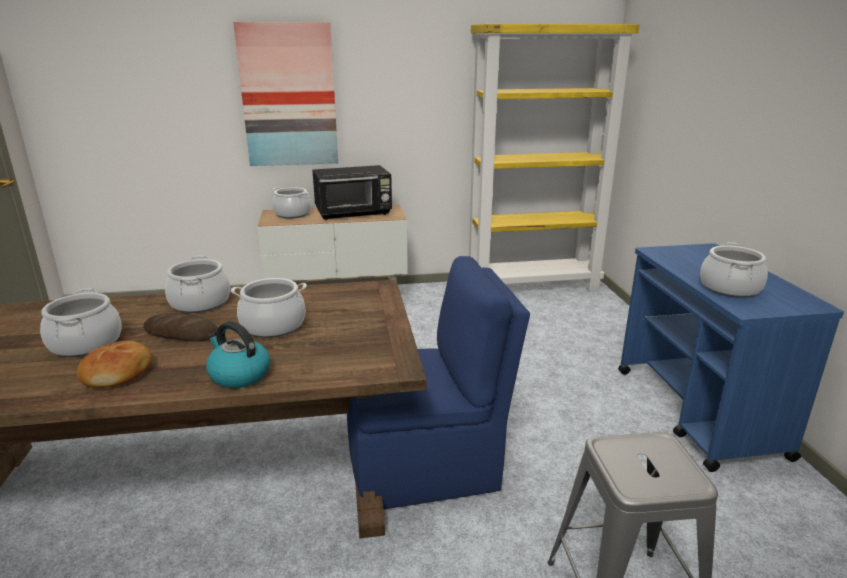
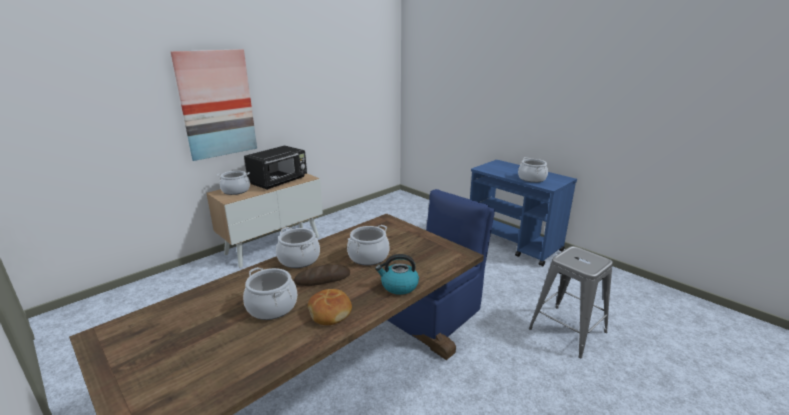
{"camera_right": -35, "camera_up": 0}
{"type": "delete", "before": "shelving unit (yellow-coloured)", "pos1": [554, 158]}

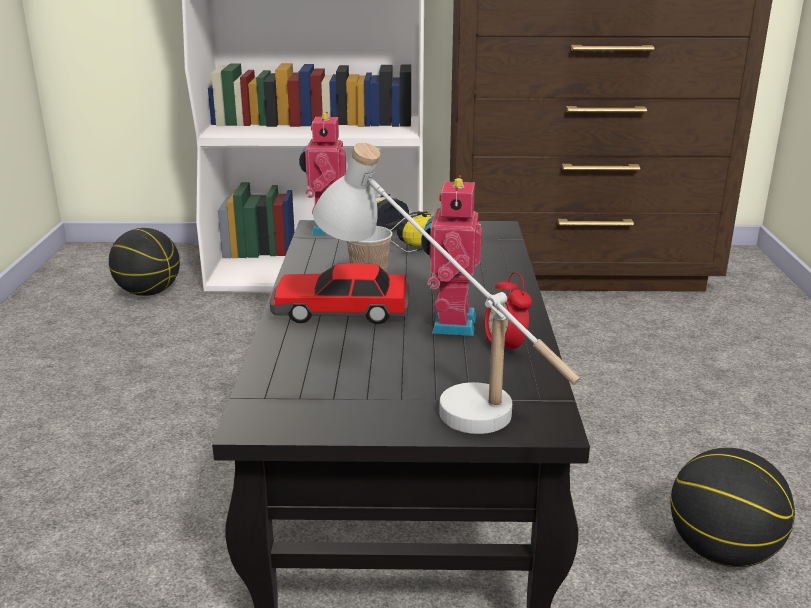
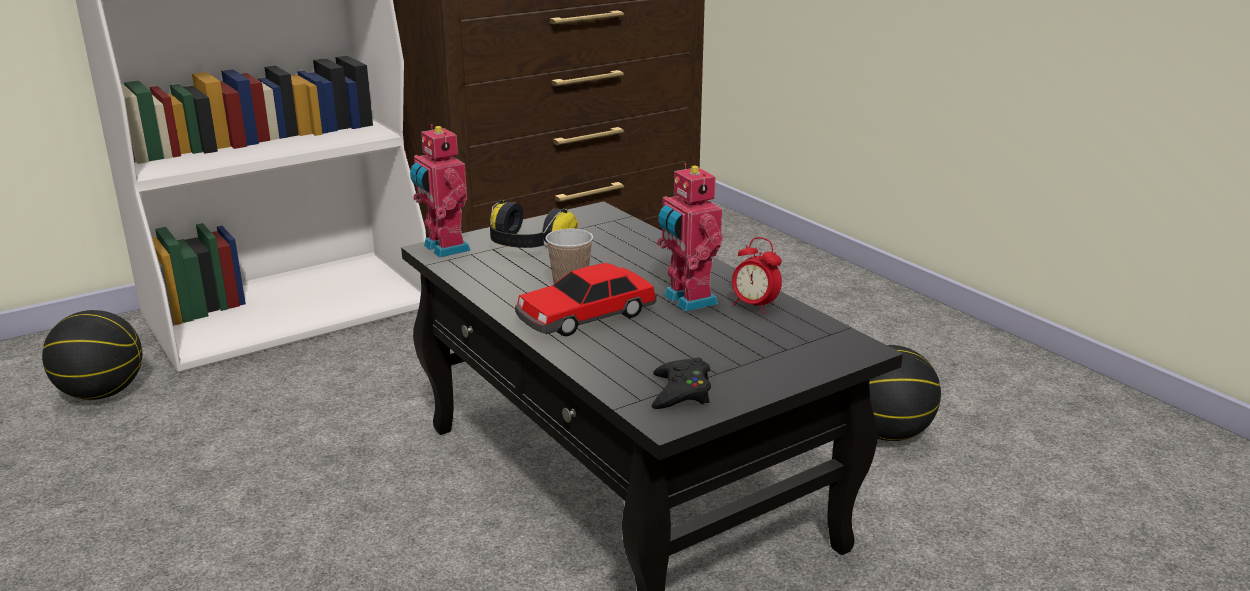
{"camera_right": -35, "camera_up": 0}
{"type": "delete", "before": "lamp for a table (white)", "pos1": [446, 288]}
{"type": "insert", "after": "game controller (black-coloured)", "pos2": [681, 383]}

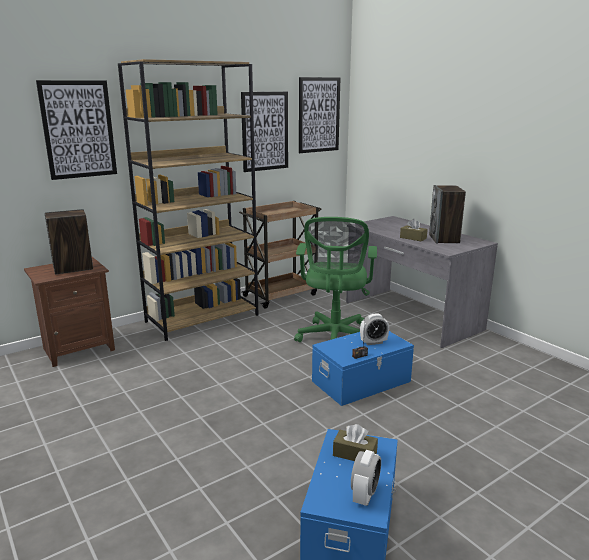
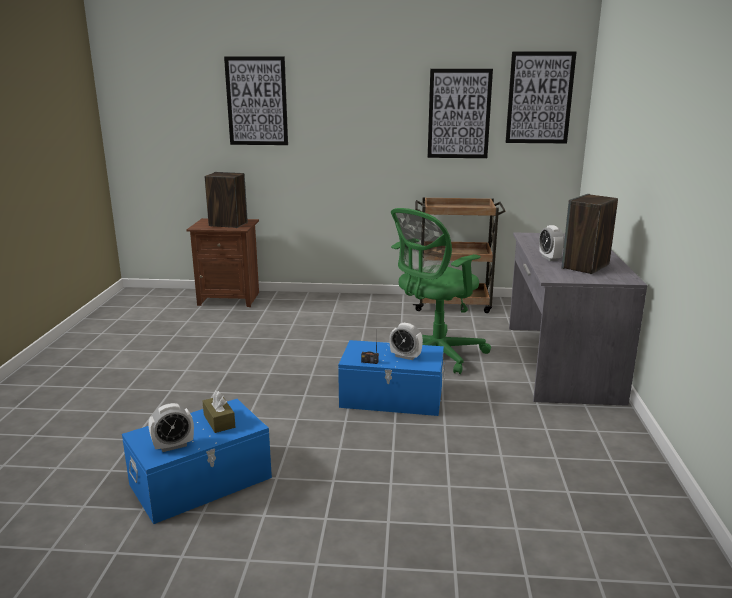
{"camera_right": 40, "camera_up": 0}
{"type": "delete", "before": "shelving unit (brown-coloured)", "pos1": [188, 200]}
{"type": "replace", "before": "box of tissues (brown-coloured)", "after": "alarm clock", "pos1": [414, 230], "pos2": [551, 243]}

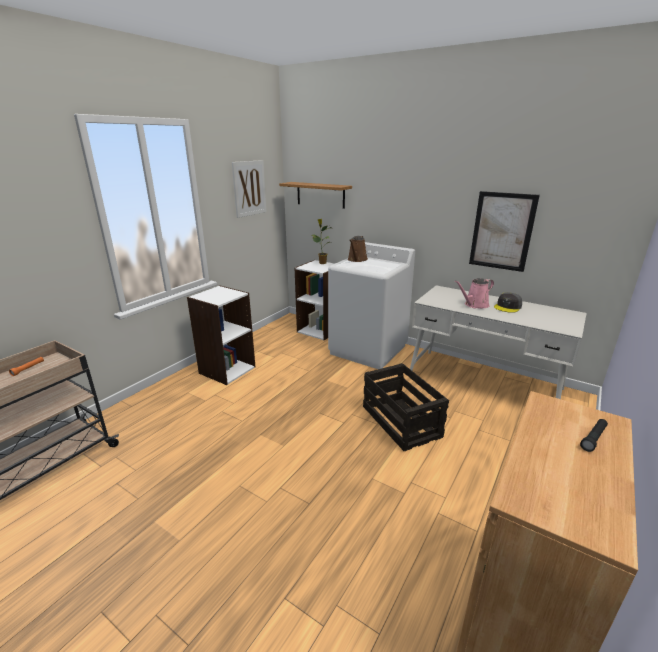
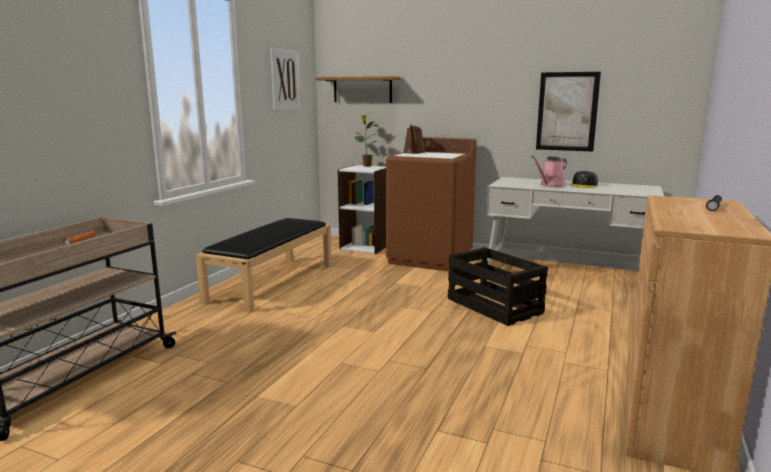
{"camera_right": -10, "camera_up": -10}
{"type": "replace", "before": "shelving unit (white)", "after": "indoor bench (black-coloured)", "pos1": [221, 335], "pos2": [264, 265]}
{"type": "recolor", "before": "washing machine (white)", "after": "washing machine (brown-coloured)", "pos1": [371, 305], "pos2": [431, 204]}

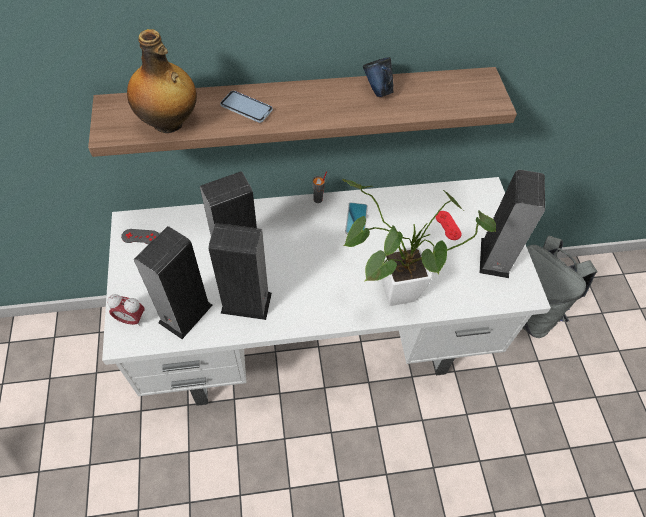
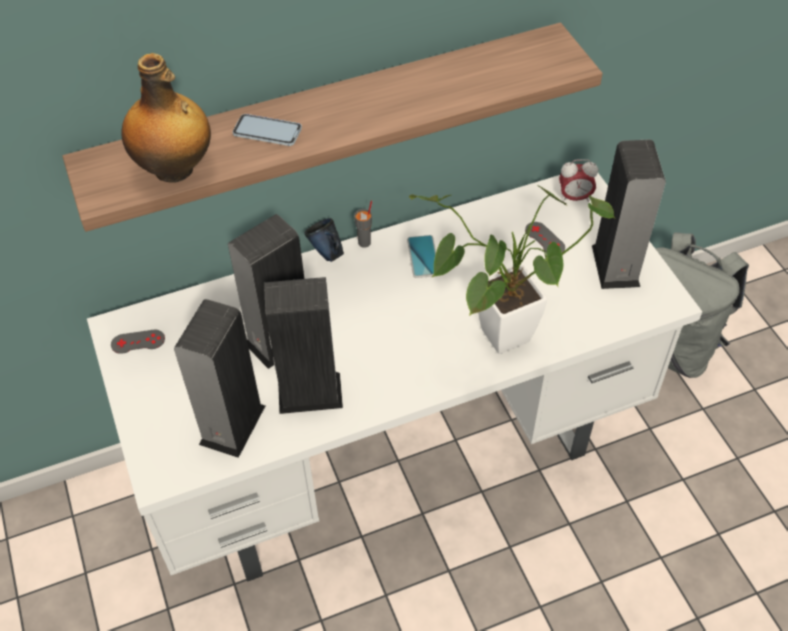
{"camera_right": -10, "camera_up": -5}
{"type": "move", "before": "alarm clock", "pos1": [126, 310], "pos2": [578, 180]}
{"type": "move", "before": "mug (blue-coloured)", "pos1": [378, 77], "pos2": [324, 240]}
{"type": "recolor", "before": "game controller (red)", "after": "game controller (grey)", "pos1": [449, 225], "pos2": [545, 237]}

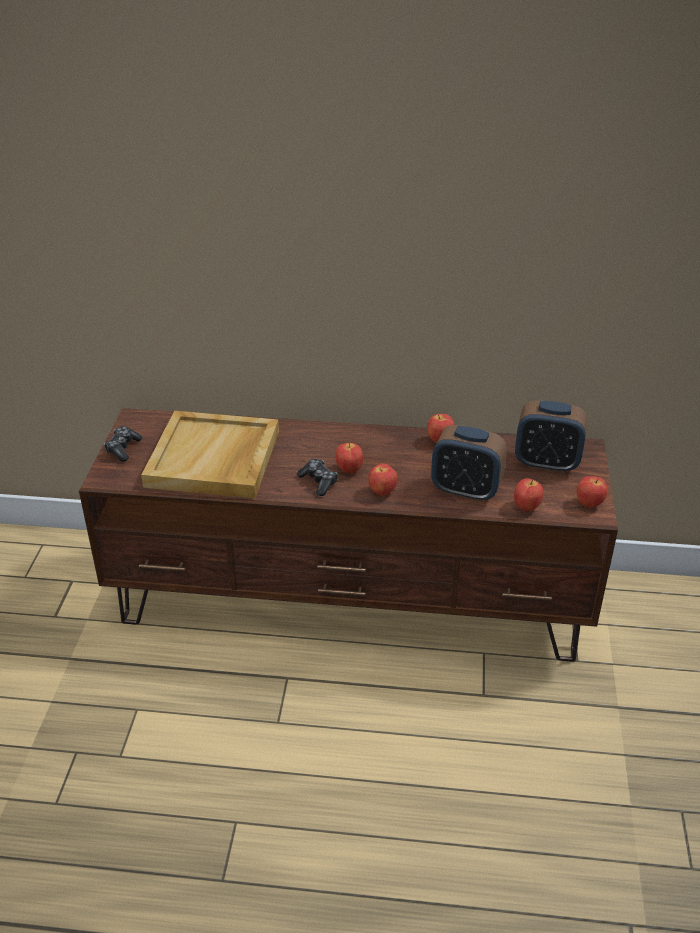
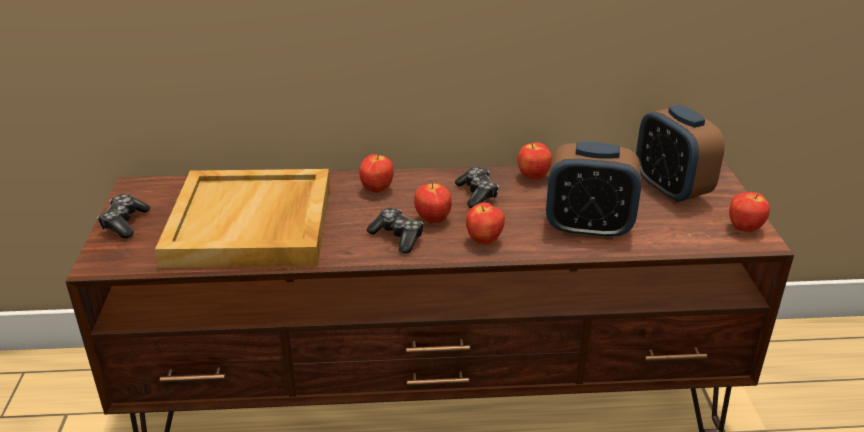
{"camera_right": -10, "camera_up": -5}
{"type": "move", "before": "whole apple", "pos1": [529, 494], "pos2": [377, 173]}
{"type": "rotate", "before": "alarm clock", "pos1": [551, 437], "pos2": [680, 154], "turn": 60}
{"type": "insert", "after": "game controller", "pos2": [477, 187]}

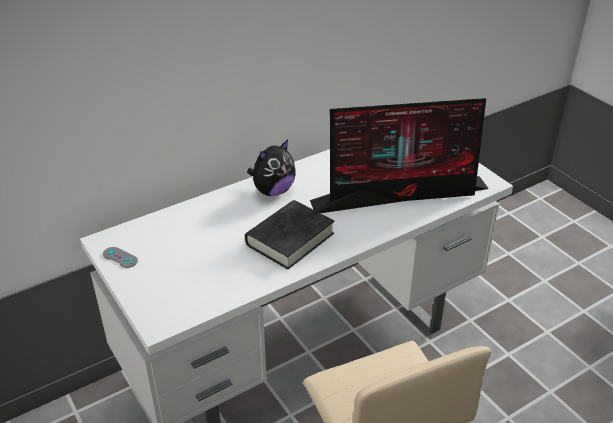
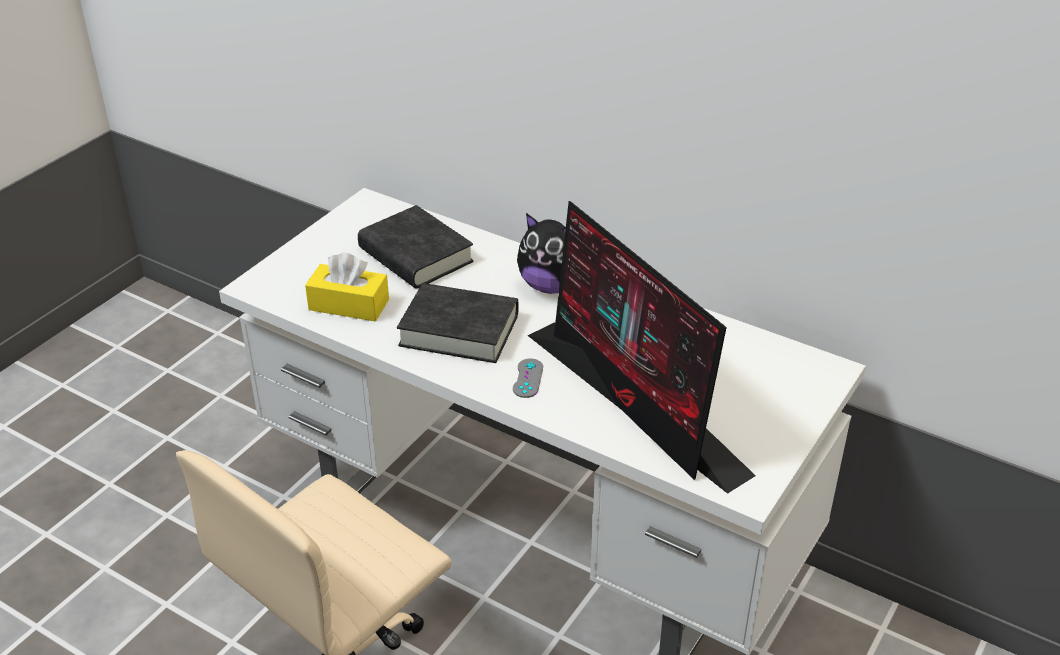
{"camera_right": 65, "camera_up": 0}
{"type": "move", "before": "game controller (grey)", "pos1": [120, 257], "pos2": [528, 378]}
{"type": "insert", "after": "box of tissues (yellow-coloured)", "pos2": [347, 287]}
{"type": "insert", "after": "book (black-coloured)", "pos2": [416, 247]}

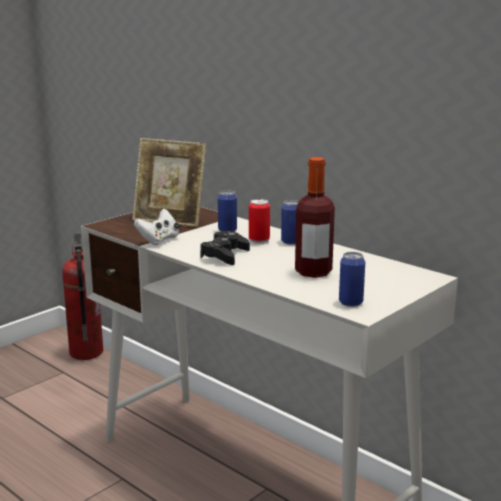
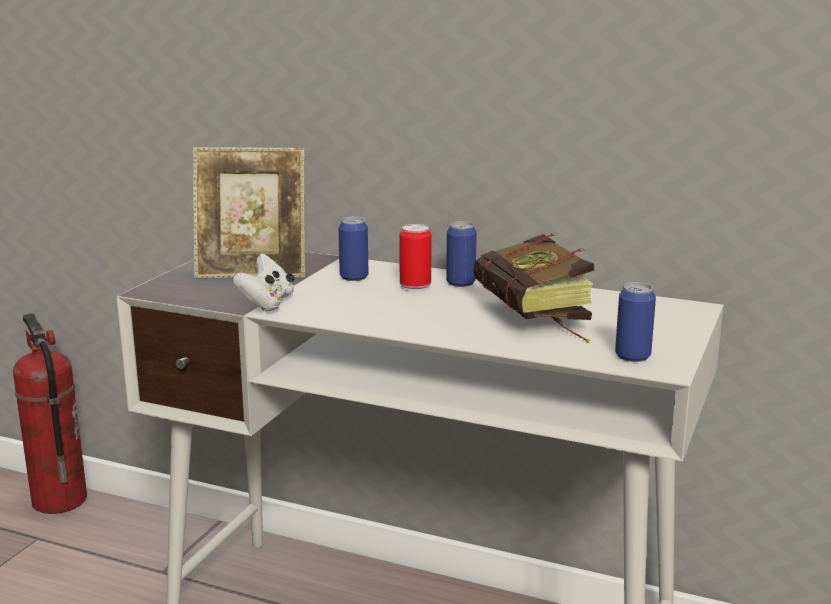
{"camera_right": -20, "camera_up": 0}
{"type": "delete", "before": "game controller (black-coloured)", "pos1": [225, 248]}
{"type": "replace", "before": "bottle", "after": "book", "pos1": [315, 217], "pos2": [533, 288]}

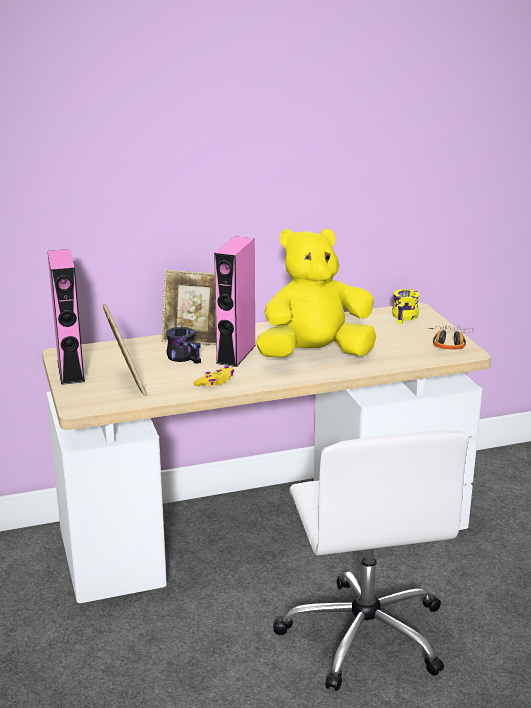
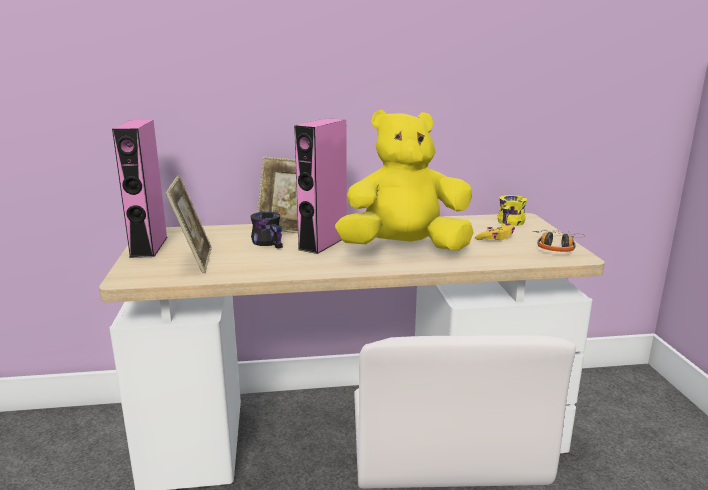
{"camera_right": 10, "camera_up": -5}
{"type": "move", "before": "game controller (yellow-coloured)", "pos1": [213, 376], "pos2": [495, 232]}

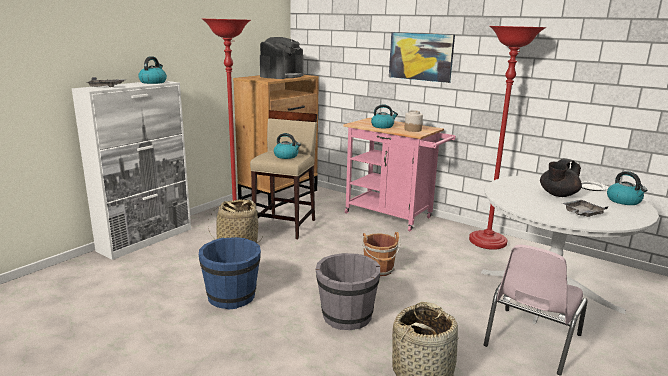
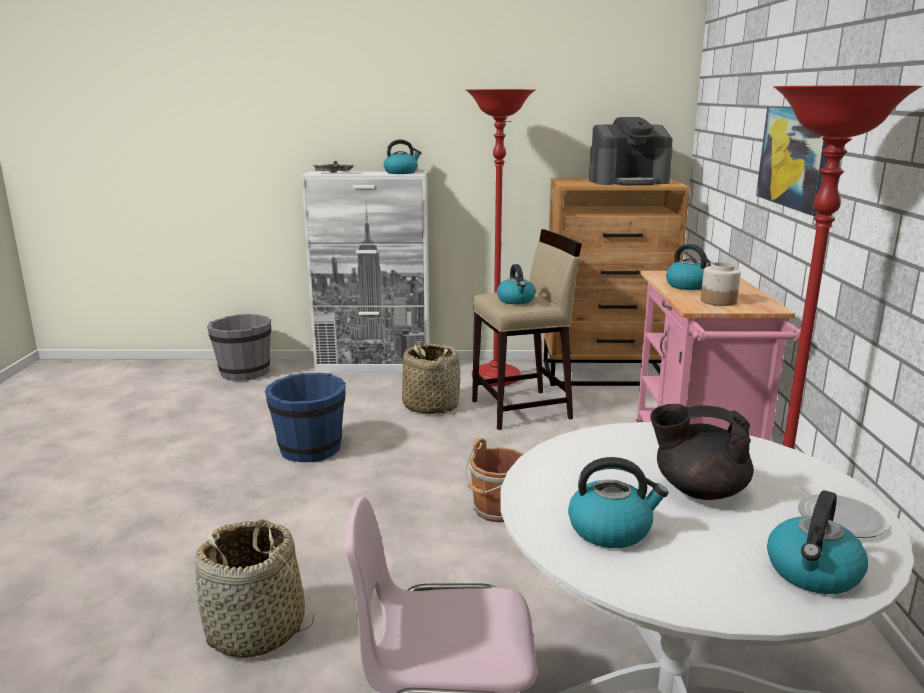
{"camera_right": 55, "camera_up": 0}
{"type": "move", "before": "bucket (grey)", "pos1": [348, 291], "pos2": [239, 347]}
{"type": "replace", "before": "tray (grey)", "after": "kettle", "pos1": [585, 208], "pos2": [618, 502]}

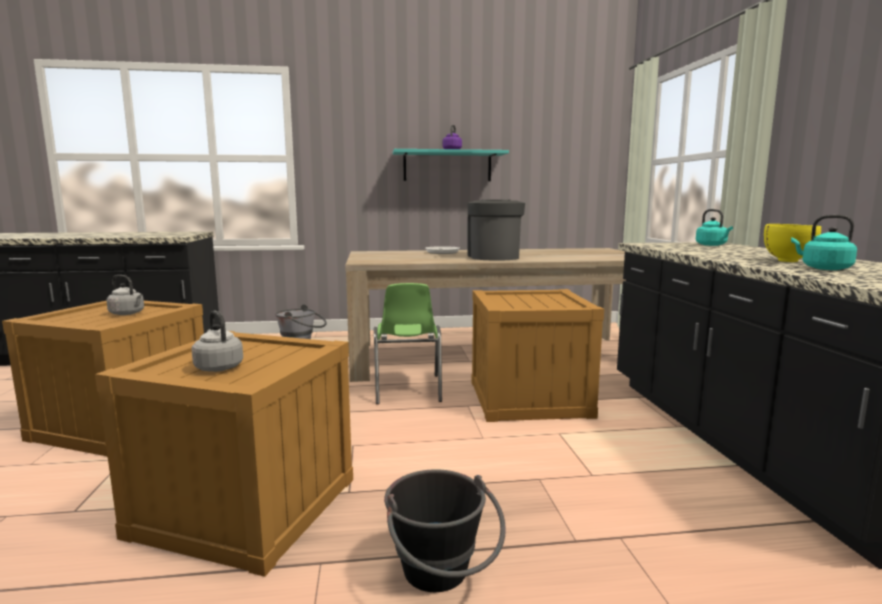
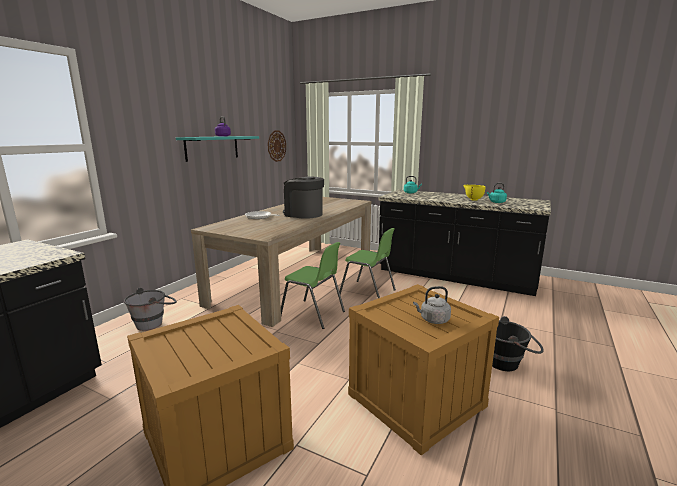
{"camera_right": -55, "camera_up": 5}
{"type": "delete", "before": "kettle (grey)", "pos1": [125, 295]}
{"type": "replace", "before": "crate", "after": "upright chair (green)", "pos1": [538, 355], "pos2": [367, 263]}
{"type": "insert", "after": "hanging clock", "pos2": [277, 146]}

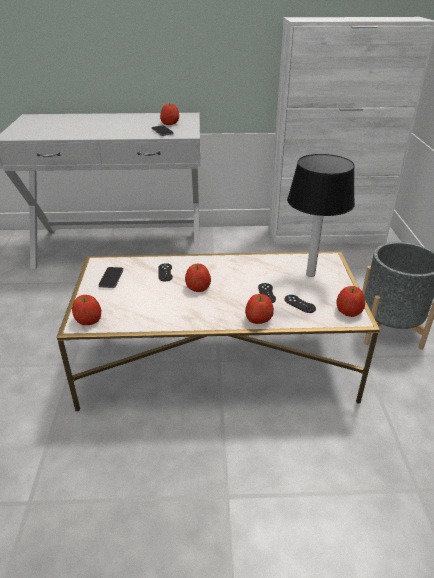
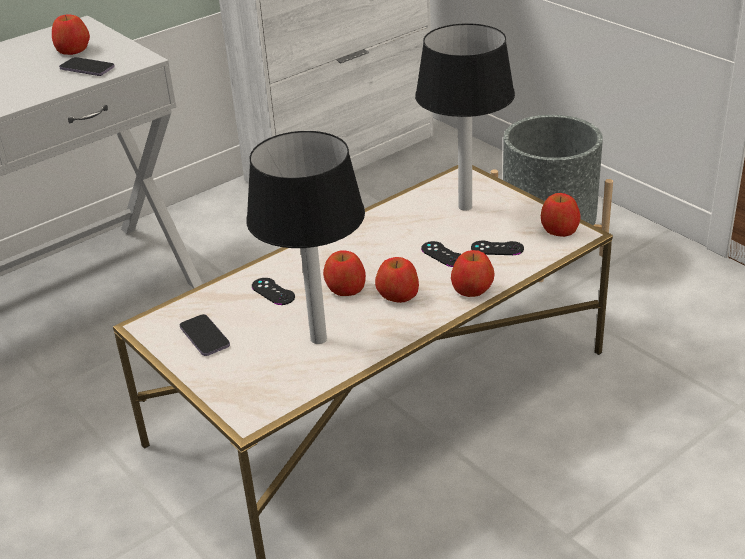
{"camera_right": -35, "camera_up": 0}
{"type": "move", "before": "whole apple", "pos1": [86, 310], "pos2": [397, 280]}
{"type": "insert", "after": "lamp for a table", "pos2": [305, 237]}

